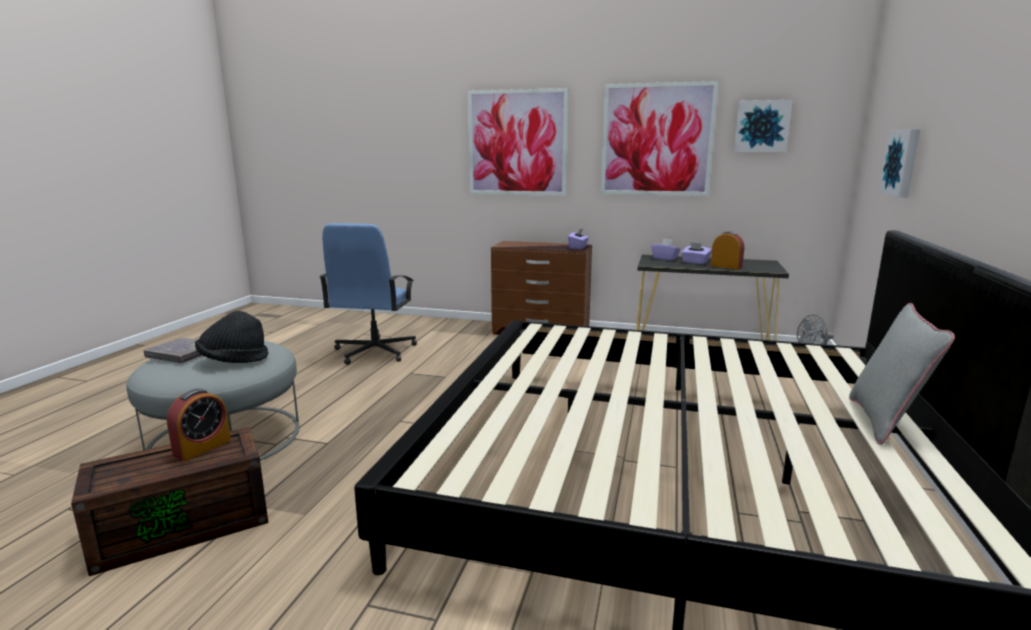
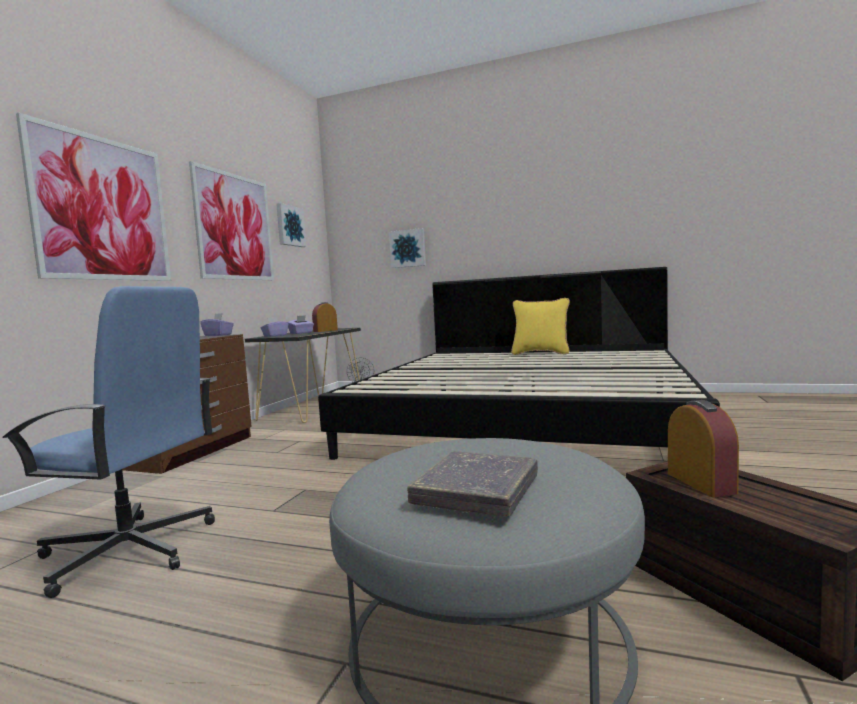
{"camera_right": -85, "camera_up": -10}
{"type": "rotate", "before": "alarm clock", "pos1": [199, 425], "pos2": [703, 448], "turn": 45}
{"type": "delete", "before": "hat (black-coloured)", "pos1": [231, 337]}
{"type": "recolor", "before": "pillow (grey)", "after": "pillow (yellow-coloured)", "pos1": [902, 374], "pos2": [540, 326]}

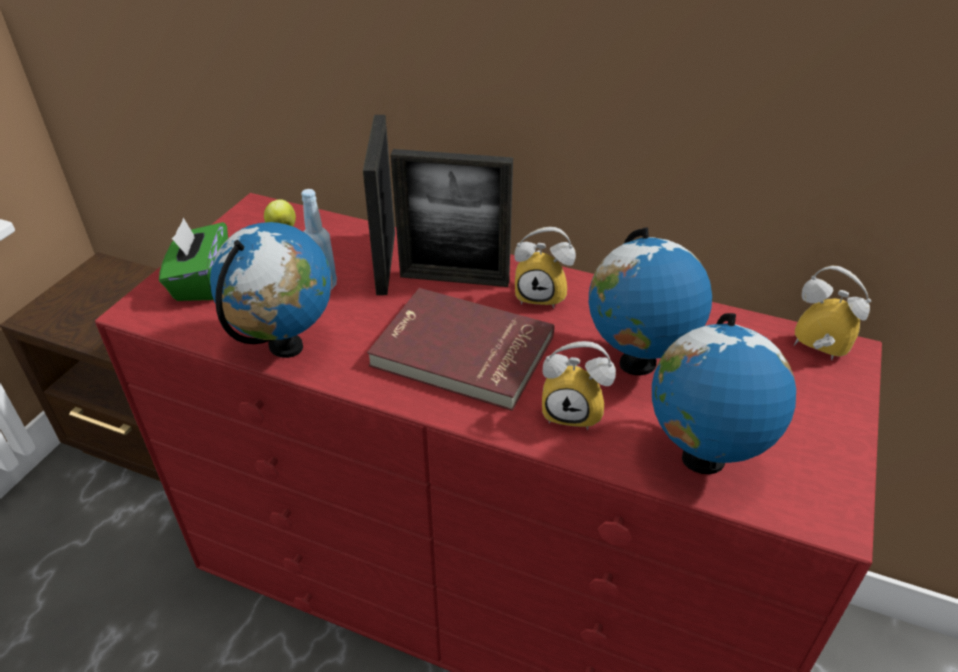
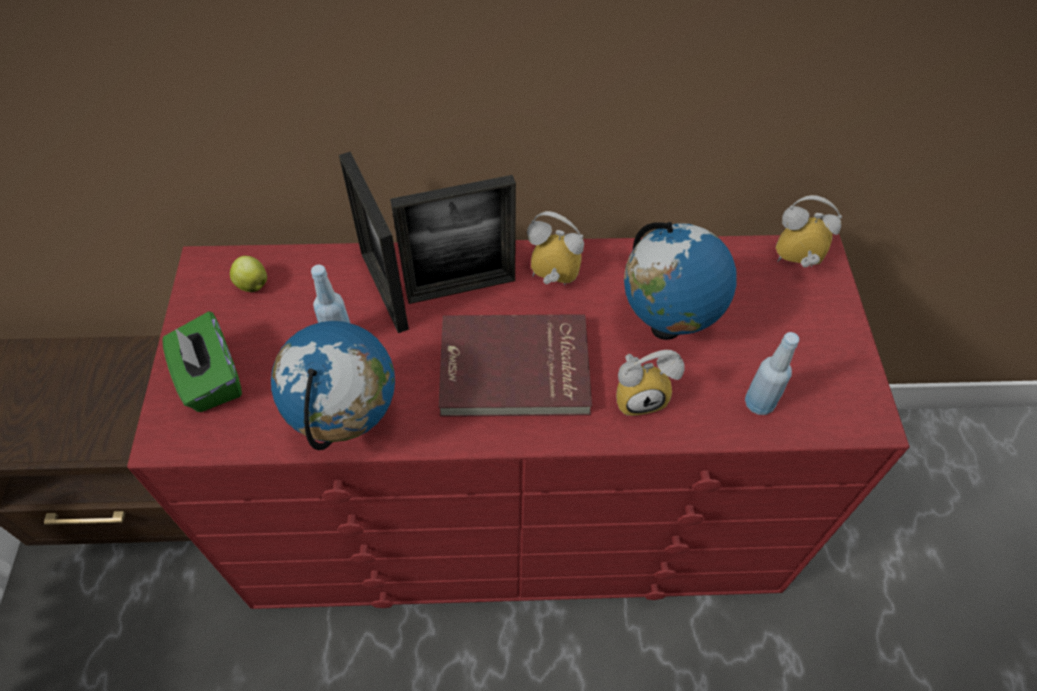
{"camera_right": -25, "camera_up": 15}
{"type": "rotate", "before": "alarm clock", "pos1": [545, 267], "pos2": [555, 248], "turn": -150}
{"type": "replace", "before": "desk globe", "after": "bottle (blue-coloured)", "pos1": [724, 393], "pos2": [772, 373]}

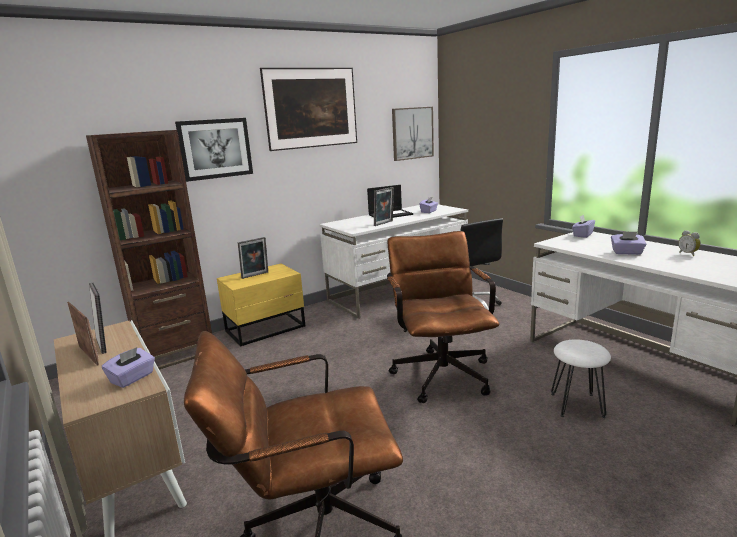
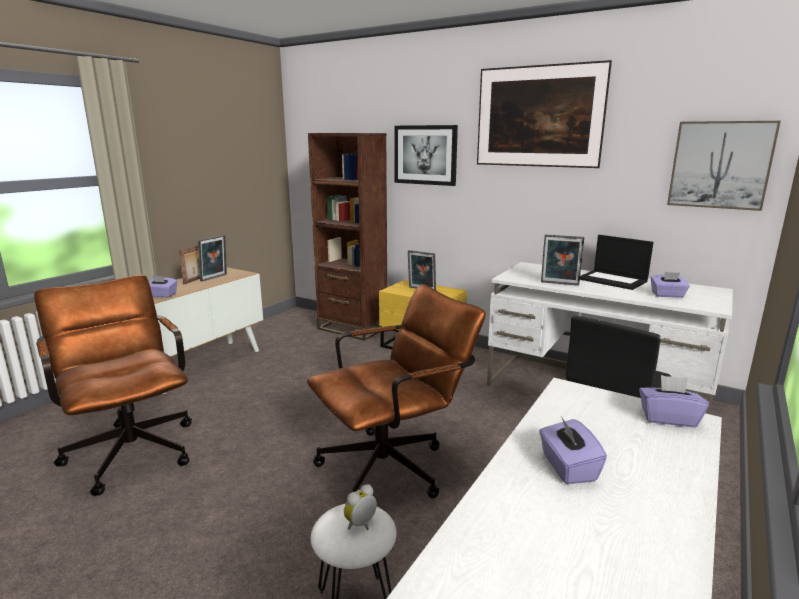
{"camera_right": 65, "camera_up": 0}
{"type": "move", "before": "alarm clock", "pos1": [689, 243], "pos2": [360, 507]}

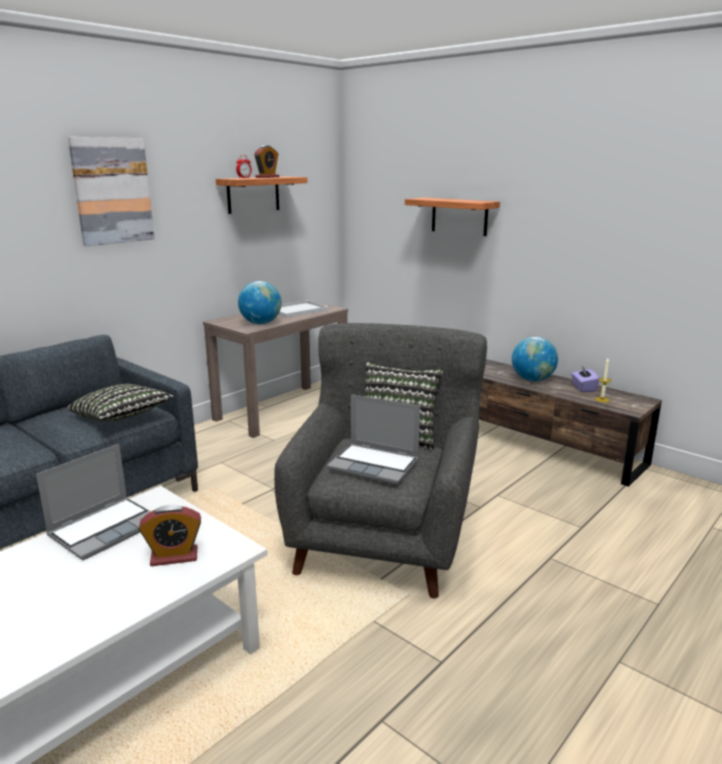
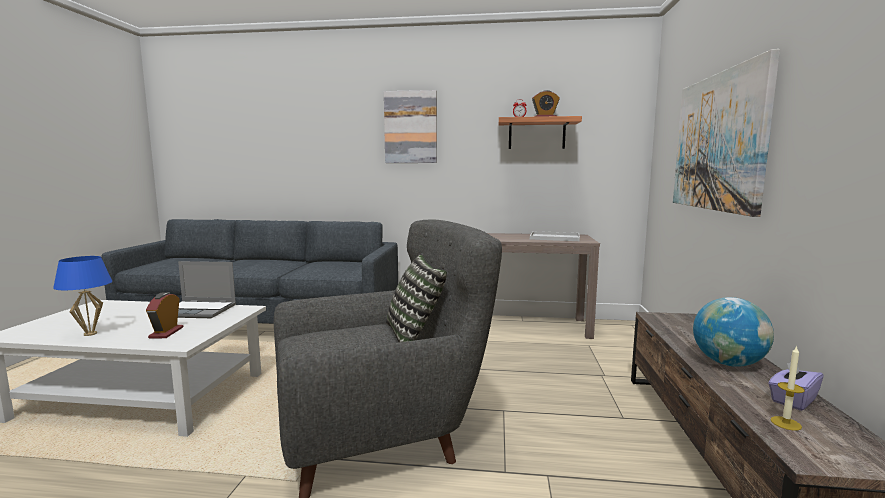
{"camera_right": 55, "camera_up": -10}
{"type": "delete", "before": "pillow", "pos1": [120, 402]}
{"type": "rotate", "before": "alarm clock", "pos1": [170, 535], "pos2": [164, 315], "turn": 45}
{"type": "delete", "before": "desk globe", "pos1": [260, 302]}
{"type": "delete", "before": "notebook computer", "pos1": [373, 439]}
{"type": "replace", "before": "wall shelf", "after": "wall picture", "pos1": [452, 217], "pos2": [726, 133]}
{"type": "insert", "after": "lamp for a table (blue-coloured)", "pos2": [82, 296]}

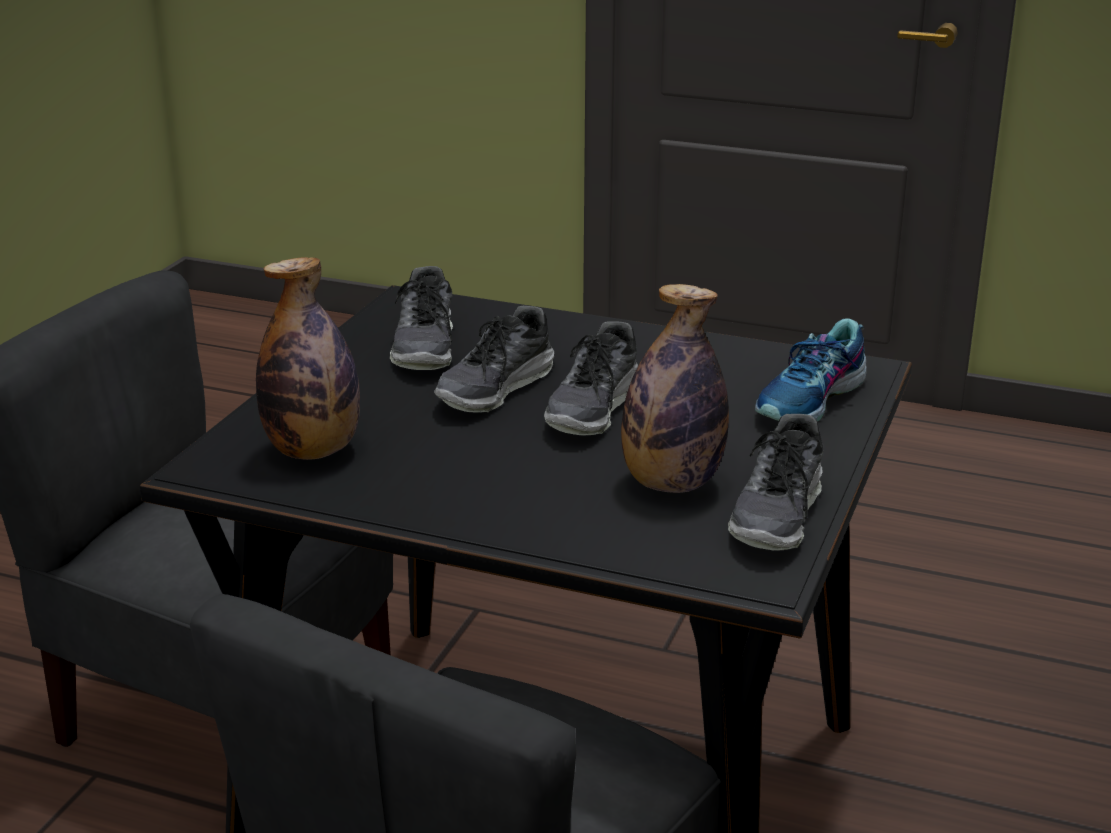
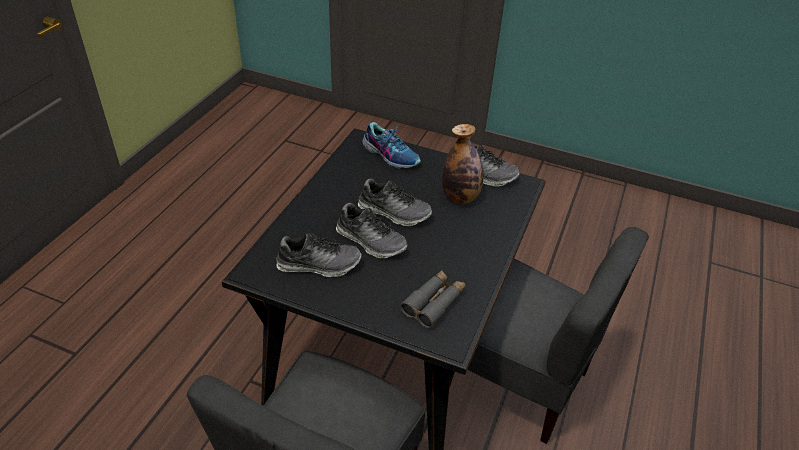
{"camera_right": -90, "camera_up": 15}
{"type": "replace", "before": "bottle", "after": "field glasses (grey)", "pos1": [308, 358], "pos2": [433, 299]}

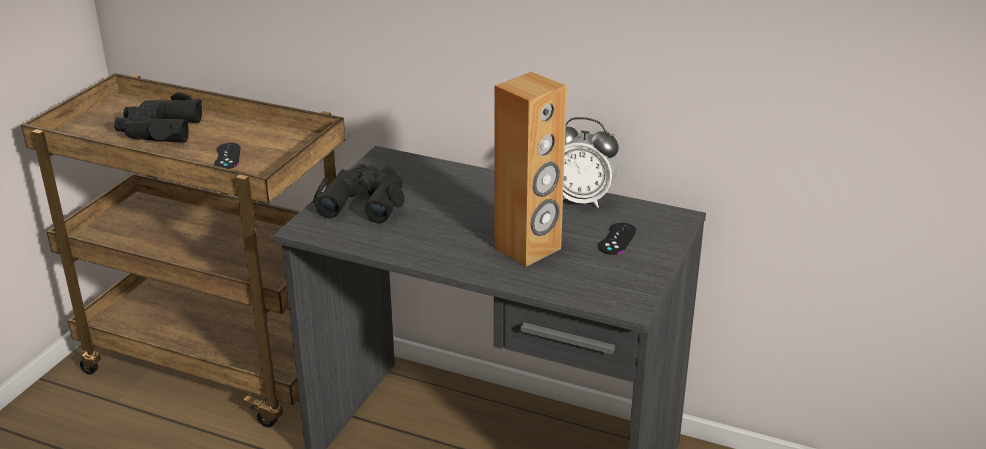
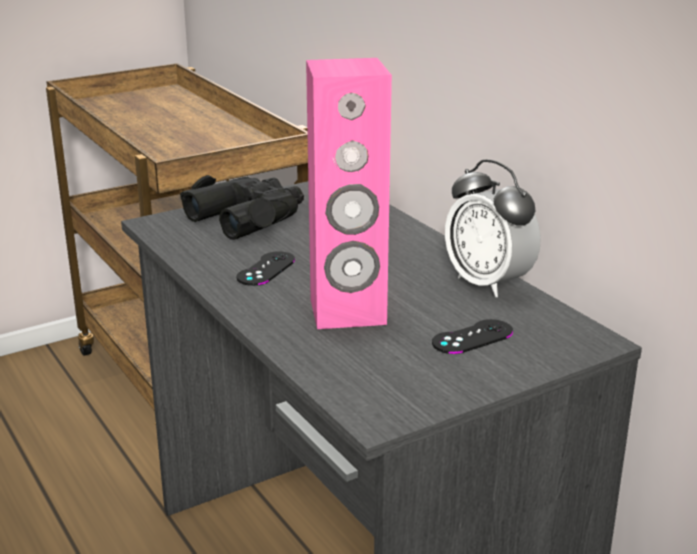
{"camera_right": 35, "camera_up": -5}
{"type": "delete", "before": "field glasses (black-coloured)", "pos1": [158, 117]}
{"type": "move", "before": "game controller (black-coloured)", "pos1": [227, 156], "pos2": [266, 268]}
{"type": "recolor", "before": "speaker (brown-coloured)", "after": "speaker (pinkish)", "pos1": [530, 169], "pos2": [349, 193]}

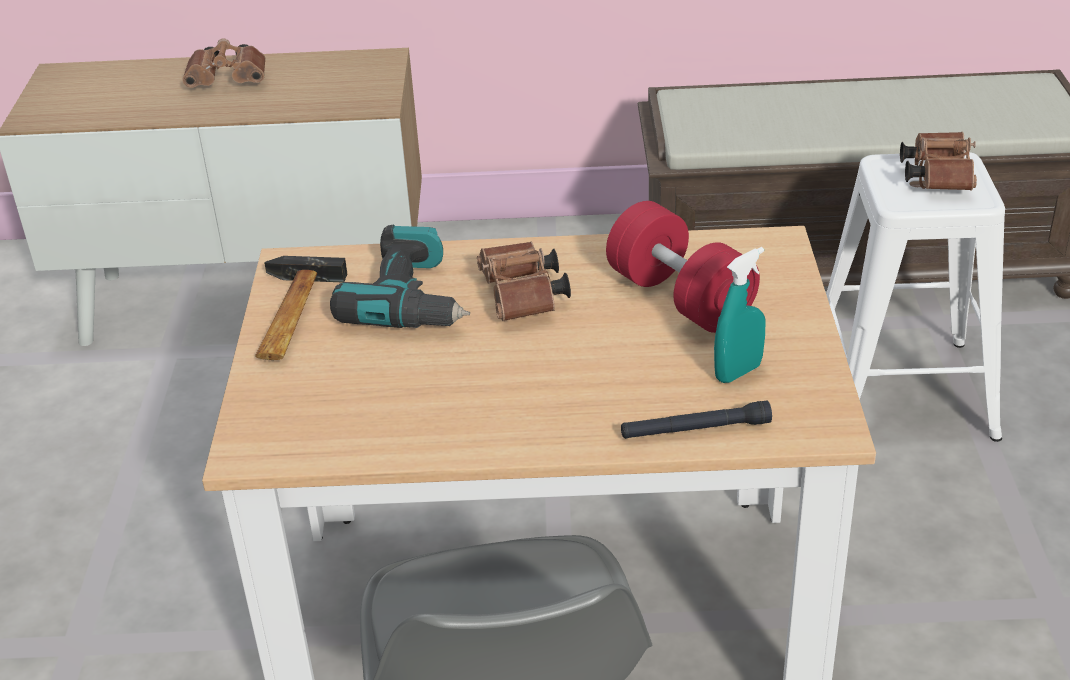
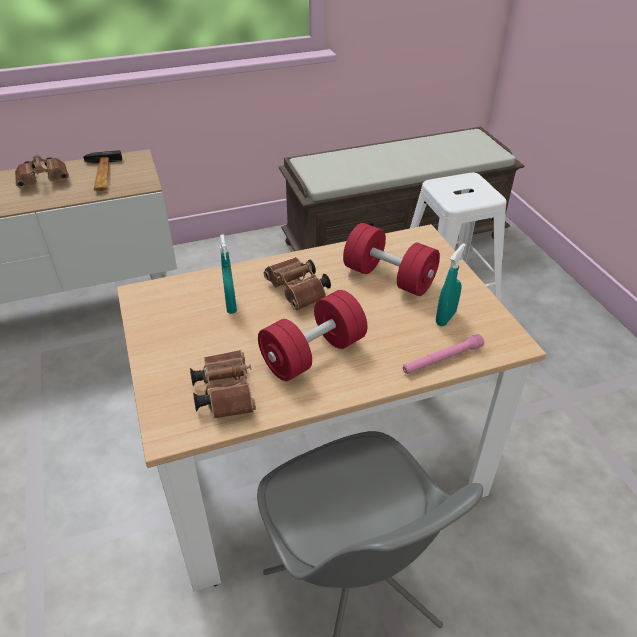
{"camera_right": -20, "camera_up": 5}
{"type": "move", "before": "tool hammer", "pos1": [301, 308], "pos2": [102, 170]}
{"type": "replace", "before": "drill", "after": "hand sprayer (turquoise-coloured)", "pos1": [400, 276], "pos2": [228, 274]}
{"type": "recolor", "before": "flashlight (black-coloured)", "after": "flashlight (pinkish)", "pos1": [696, 420], "pos2": [443, 354]}
{"type": "move", "before": "field glasses (brown-coloured)", "pos1": [938, 161], "pos2": [223, 384]}
{"type": "insert", "after": "free weight (red)", "pos2": [312, 335]}

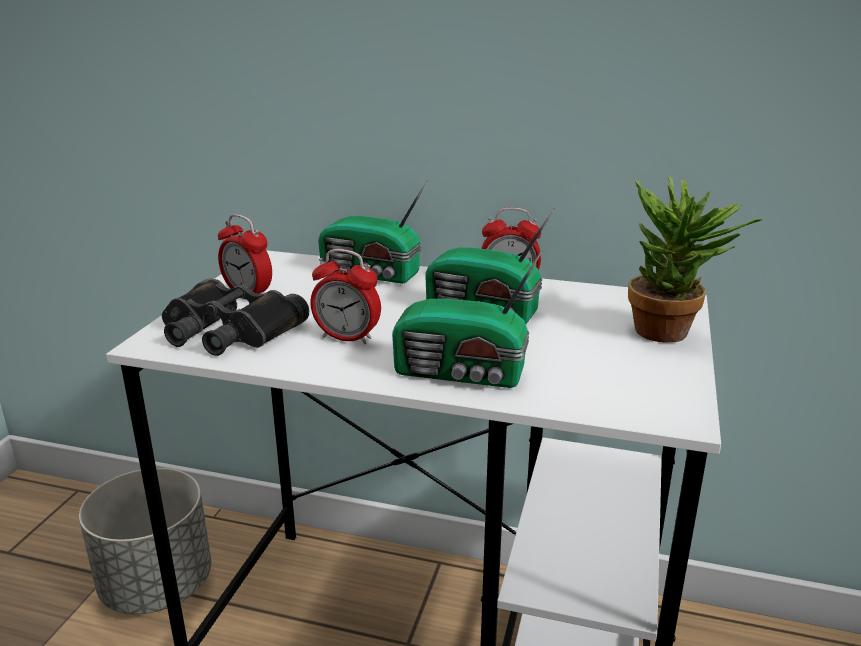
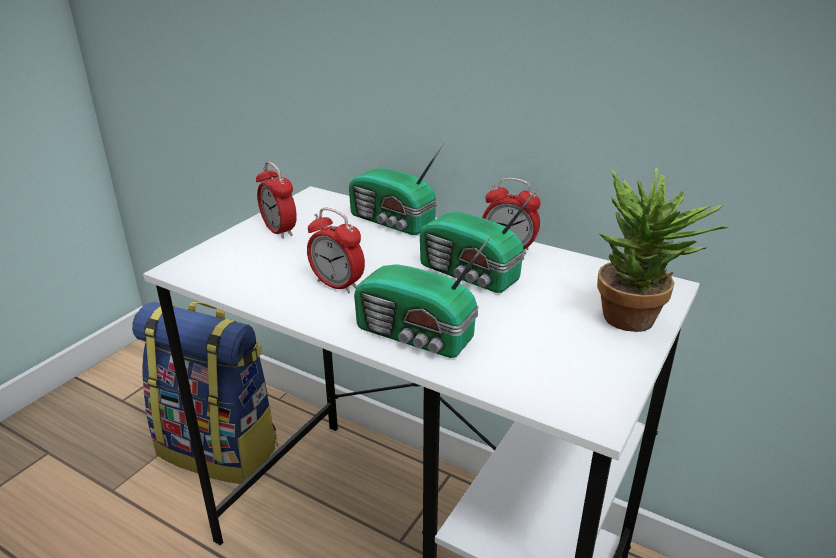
{"camera_right": 15, "camera_up": 5}
{"type": "replace", "before": "planter (grey)", "after": "rucksack", "pos1": [145, 541], "pos2": [205, 393]}
{"type": "delete", "before": "field glasses (black-coloured)", "pos1": [235, 317]}

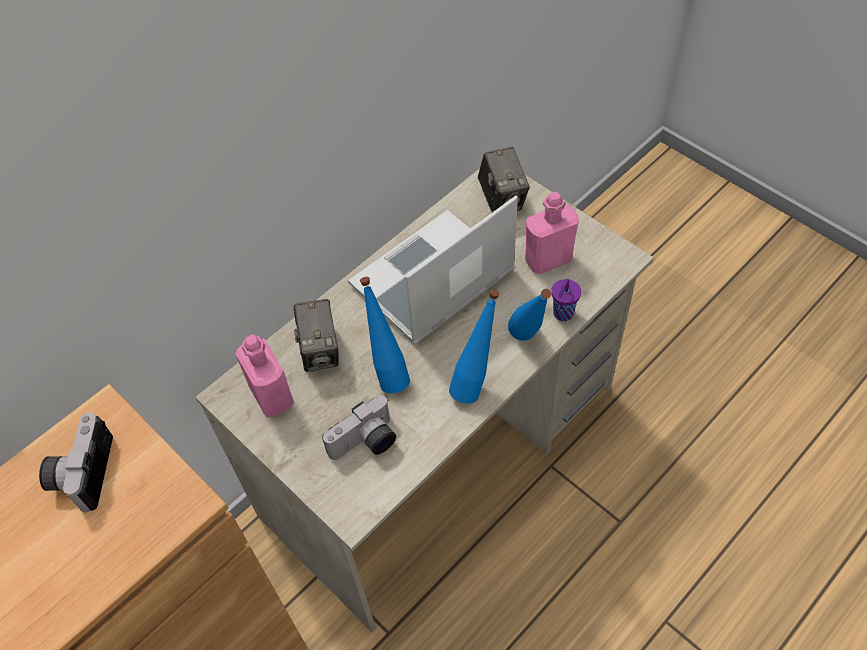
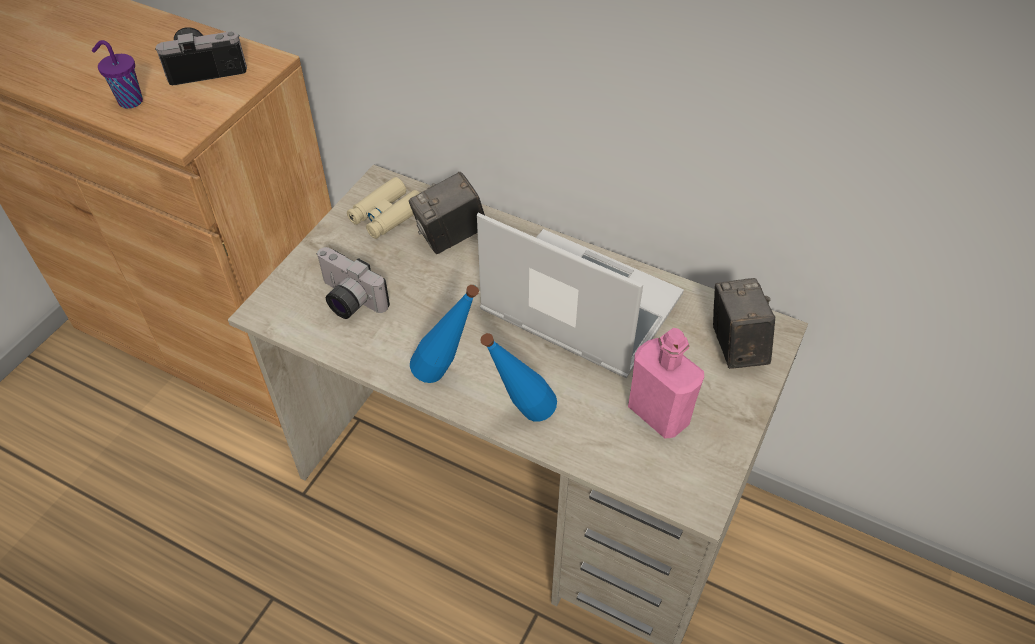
{"camera_right": 70, "camera_up": -5}
{"type": "replace", "before": "bottle (pinkish)", "after": "field glasses (beige)", "pos1": [264, 376], "pos2": [383, 208]}
{"type": "delete", "before": "bottle (blue-coloured)", "pos1": [385, 335]}
{"type": "rotate", "before": "still camera", "pos1": [504, 179], "pos2": [744, 323], "turn": 120}
{"type": "move", "before": "drinking cup (purple)", "pos1": [566, 300], "pos2": [117, 74]}

